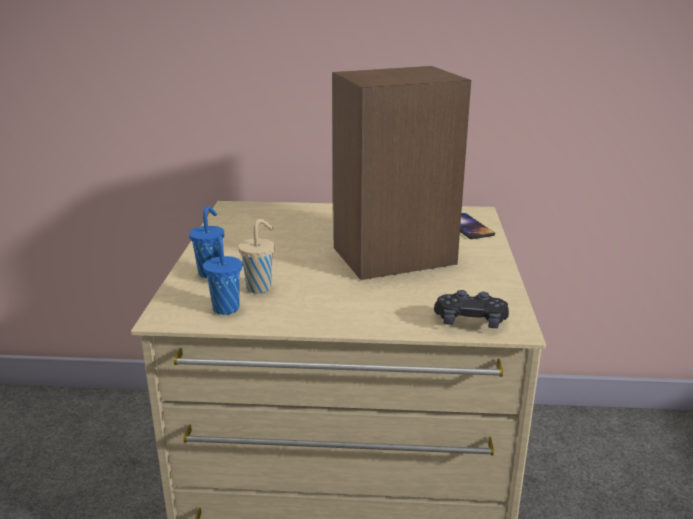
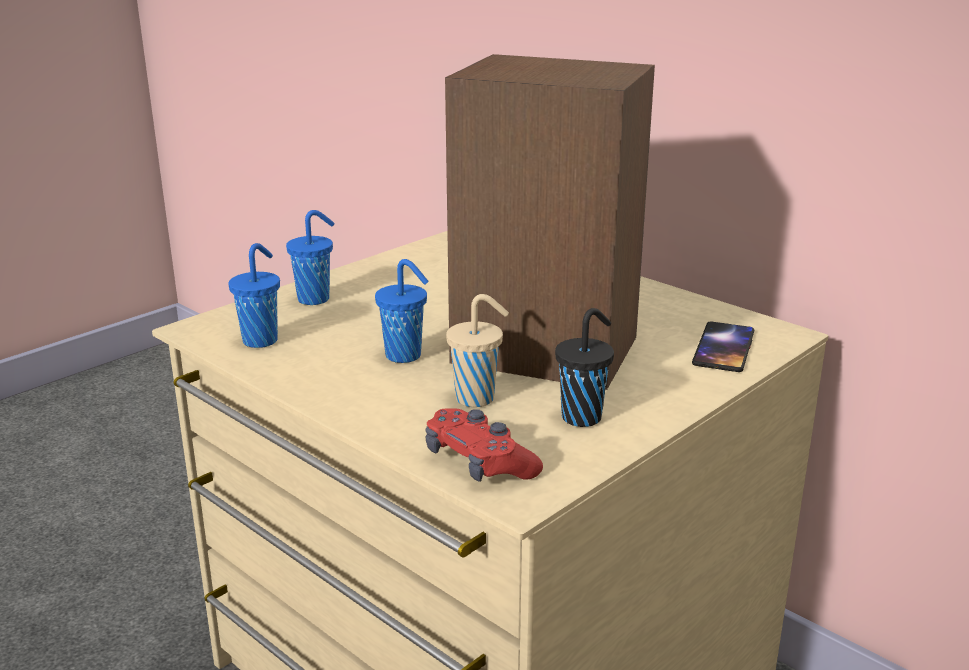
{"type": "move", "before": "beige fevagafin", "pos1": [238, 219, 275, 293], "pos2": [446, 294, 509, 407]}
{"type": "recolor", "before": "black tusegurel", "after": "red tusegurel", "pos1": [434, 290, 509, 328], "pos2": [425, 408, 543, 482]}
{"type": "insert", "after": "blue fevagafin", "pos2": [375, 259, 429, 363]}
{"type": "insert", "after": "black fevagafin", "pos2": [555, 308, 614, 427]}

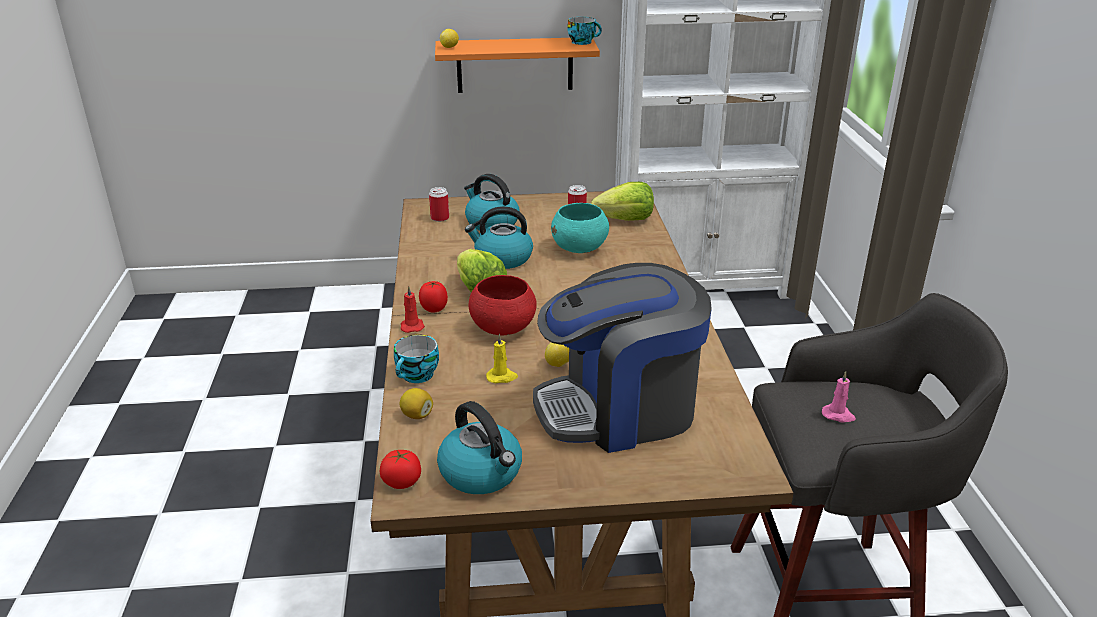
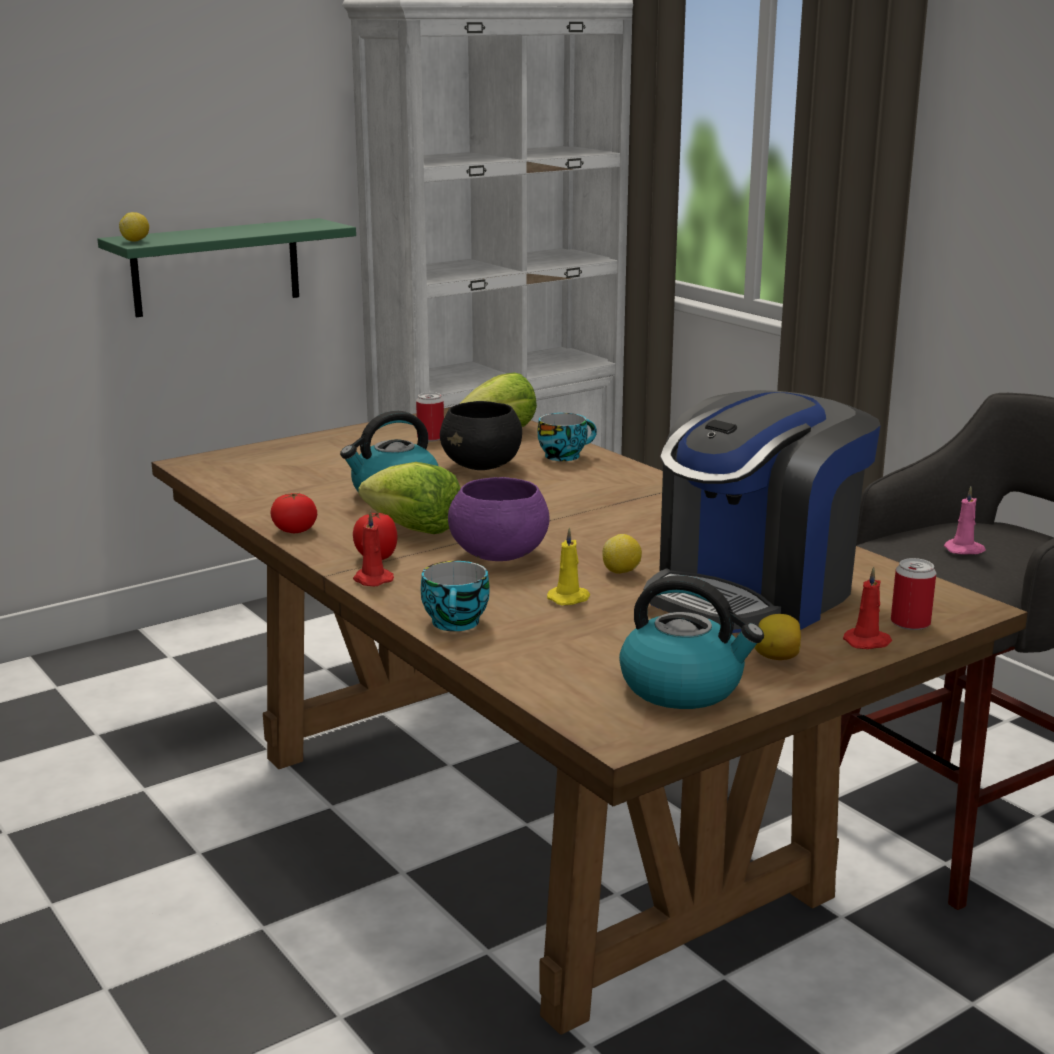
{"type": "move", "before": "fevagafin", "pos1": [567, 17, 602, 45], "pos2": [537, 413, 597, 461]}
{"type": "recolor", "before": "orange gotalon", "after": "green gotalon", "pos1": [435, 38, 600, 93], "pos2": [97, 218, 356, 317]}
{"type": "delete", "before": "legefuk", "pos1": [464, 174, 520, 231]}
{"type": "move", "before": "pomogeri", "pos1": [429, 187, 449, 222], "pos2": [891, 558, 936, 630]}
{"type": "recolor", "before": "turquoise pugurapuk", "after": "black pugurapuk", "pos1": [551, 203, 609, 253], "pos2": [440, 401, 522, 470]}
{"type": "recolor", "before": "red pugurapuk", "after": "purple pugurapuk", "pos1": [468, 275, 537, 335], "pos2": [448, 477, 550, 561]}
{"type": "move", "before": "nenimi", "pos1": [399, 388, 433, 419], "pos2": [754, 614, 801, 660]}
{"type": "move", "before": "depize", "pos1": [379, 450, 421, 489], "pos2": [271, 493, 317, 533]}
{"type": "insert", "after": "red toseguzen", "pos2": [843, 567, 892, 649]}

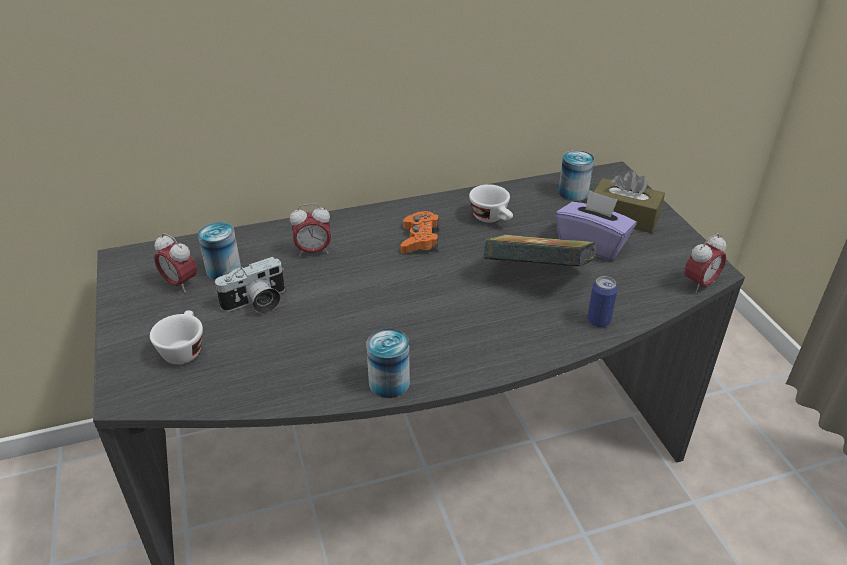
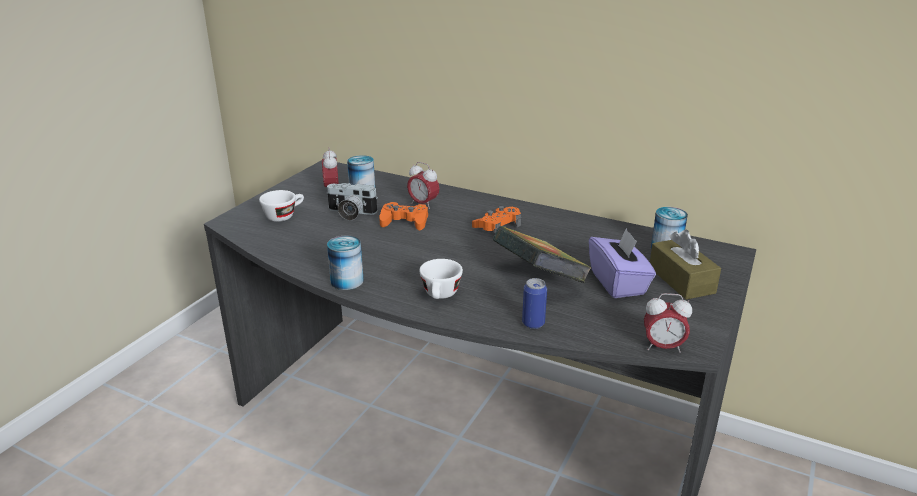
{"type": "move", "before": "white fevagafin", "pos1": [469, 184, 513, 223], "pos2": [419, 259, 463, 299]}
{"type": "insert", "after": "orange tusegurel", "pos2": [379, 202, 428, 230]}

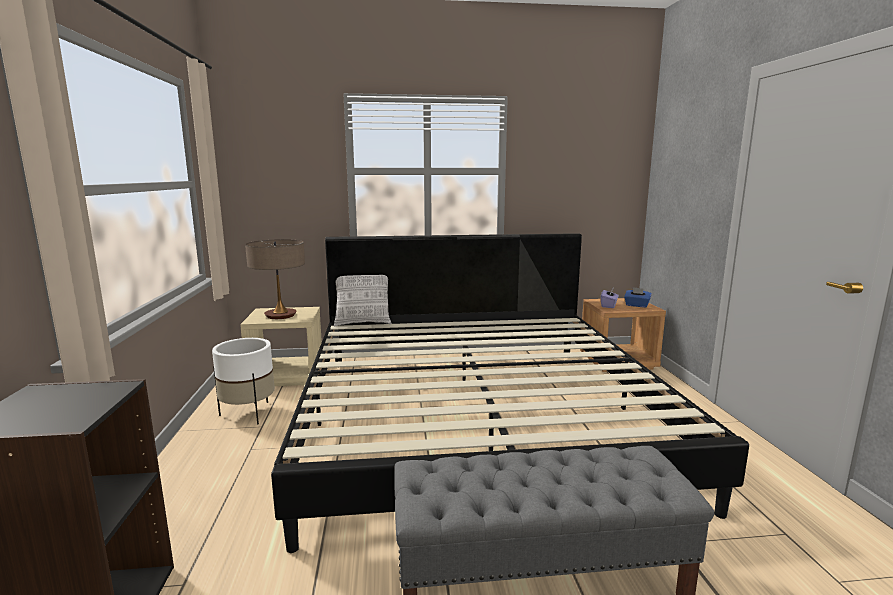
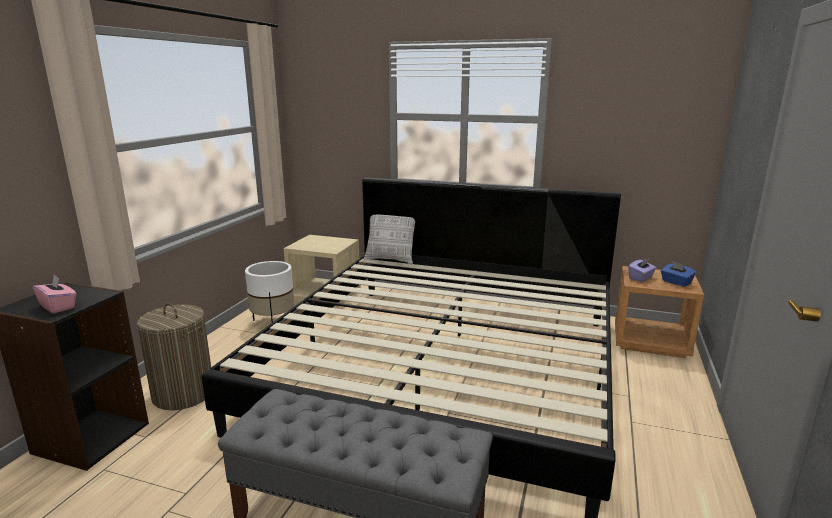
{"type": "delete", "before": "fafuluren", "pos1": [245, 239, 305, 319]}
{"type": "insert", "after": "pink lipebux", "pos2": [33, 275, 76, 314]}
{"type": "insert", "after": "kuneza", "pos2": [137, 303, 211, 410]}

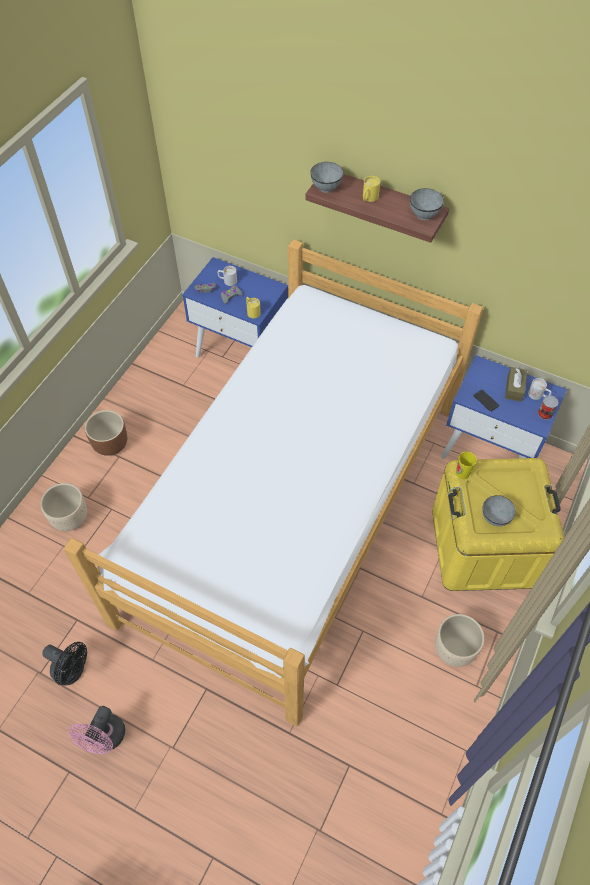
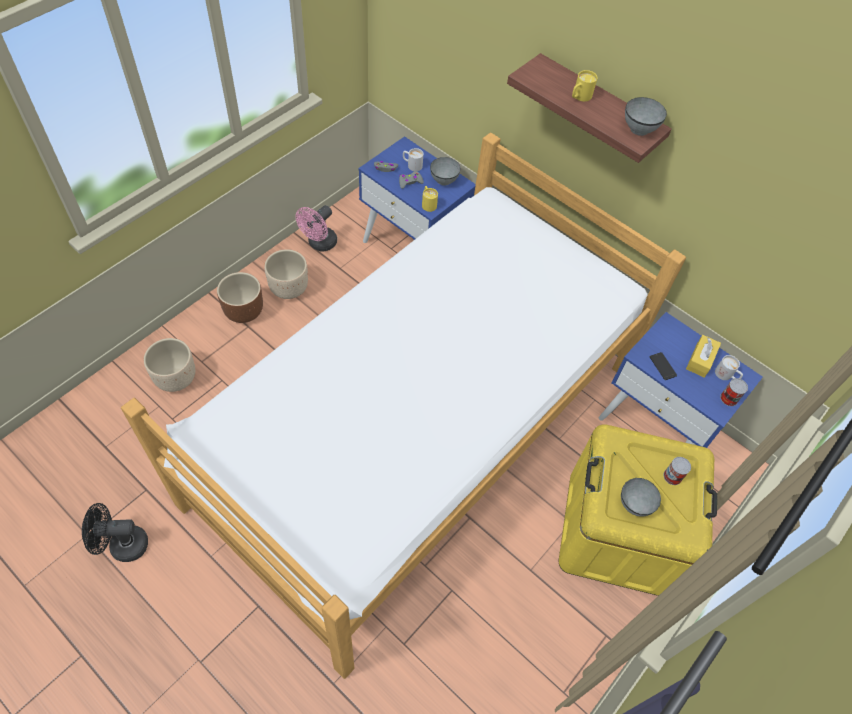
{"type": "move", "before": "grey pugurapuk", "pos1": [310, 162, 343, 193], "pos2": [430, 157, 461, 186]}
{"type": "recolor", "before": "brown lipebux", "after": "yellow lipebux", "pos1": [505, 367, 527, 402], "pos2": [686, 335, 721, 378]}
{"type": "delete", "before": "fevagafin", "pos1": [456, 452, 477, 479]}
{"type": "move", "before": "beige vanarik", "pos1": [435, 614, 484, 667], "pos2": [264, 249, 308, 299]}
{"type": "rotate", "before": "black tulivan", "pos1": [42, 642, 87, 686], "pos2": [82, 503, 148, 562], "turn": 135}
{"type": "move", "before": "pink tulivan", "pos1": [69, 706, 125, 754], "pos2": [296, 205, 337, 251]}
{"type": "insert", "after": "pomogeri", "pos2": [664, 457, 691, 485]}

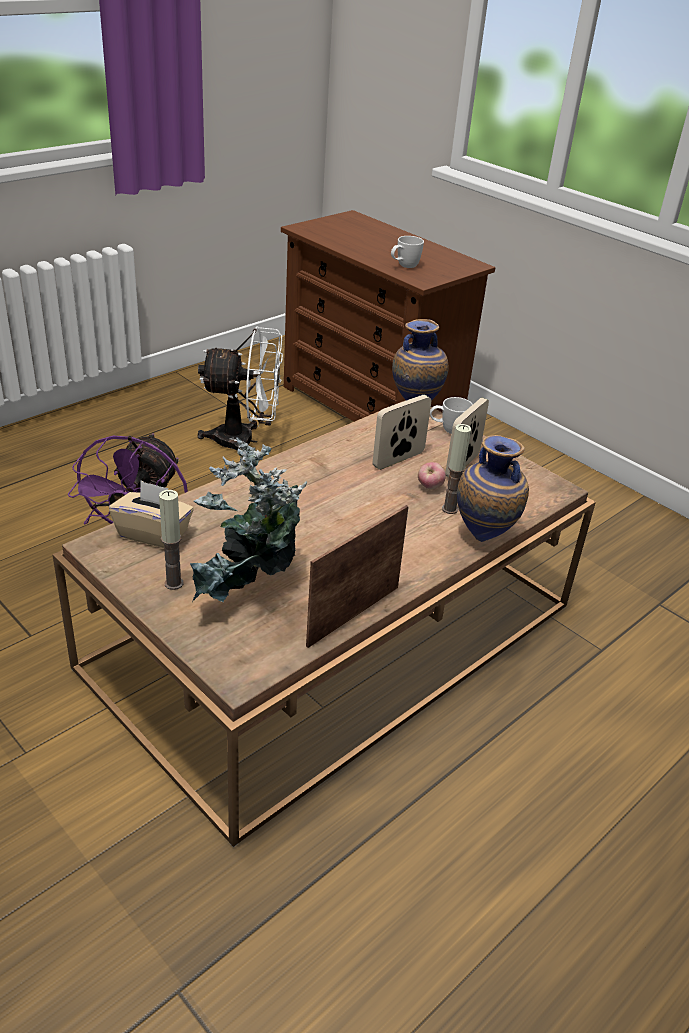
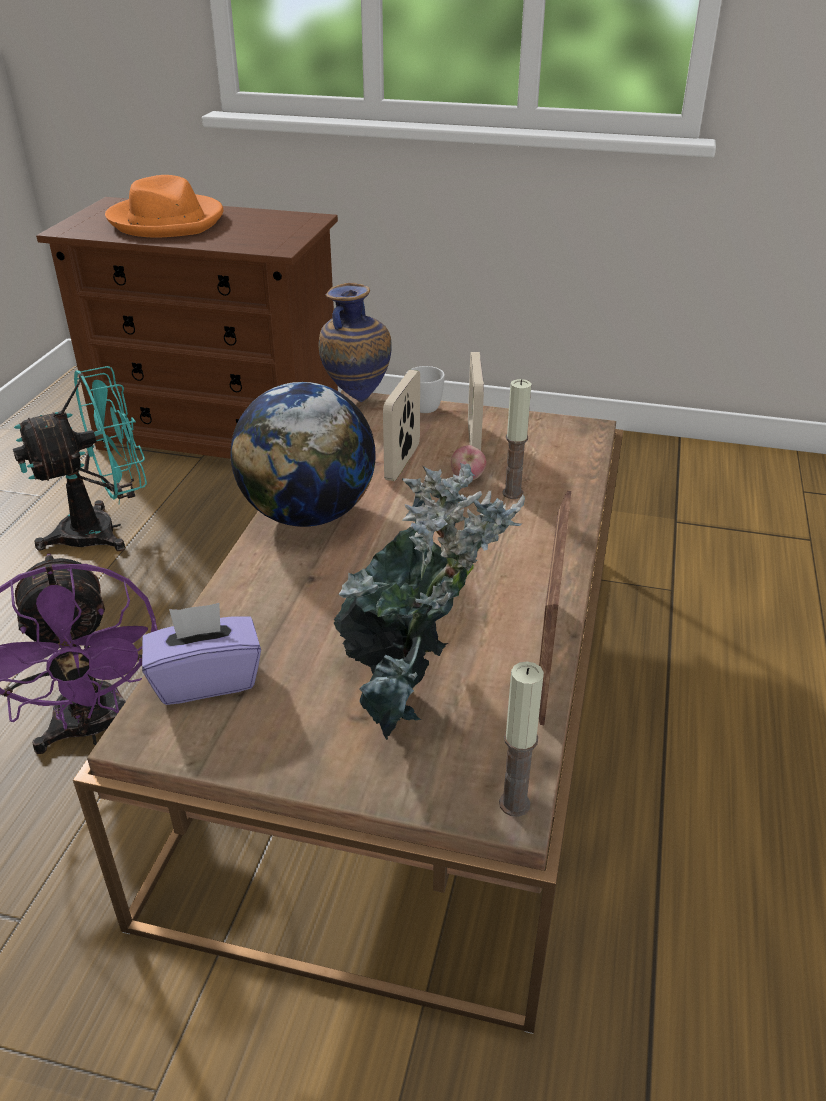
{"type": "delete", "before": "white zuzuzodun", "pos1": [391, 236, 424, 268]}
{"type": "recolor", "before": "white tulivan", "after": "turquoise tulivan", "pos1": [198, 326, 283, 450], "pos2": [13, 366, 147, 551]}
{"type": "delete", "before": "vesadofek", "pos1": [457, 435, 529, 542]}
{"type": "recolor", "before": "beige lipebux", "after": "purple lipebux", "pos1": [109, 481, 194, 548], "pos2": [142, 603, 261, 705]}
{"type": "move", "before": "toseguzen", "pos1": [159, 490, 184, 590], "pos2": [499, 662, 544, 817]}
{"type": "insert", "after": "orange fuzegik", "pos2": [105, 175, 223, 237]}
{"type": "insert", "after": "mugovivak", "pos2": [230, 382, 375, 527]}

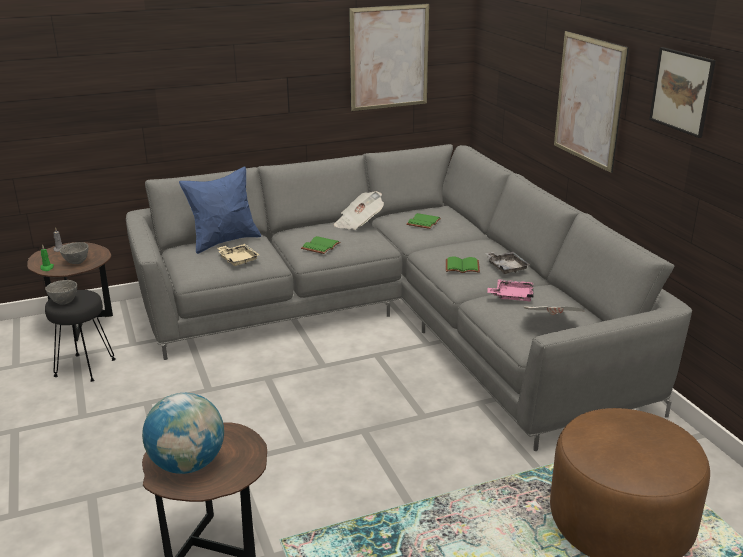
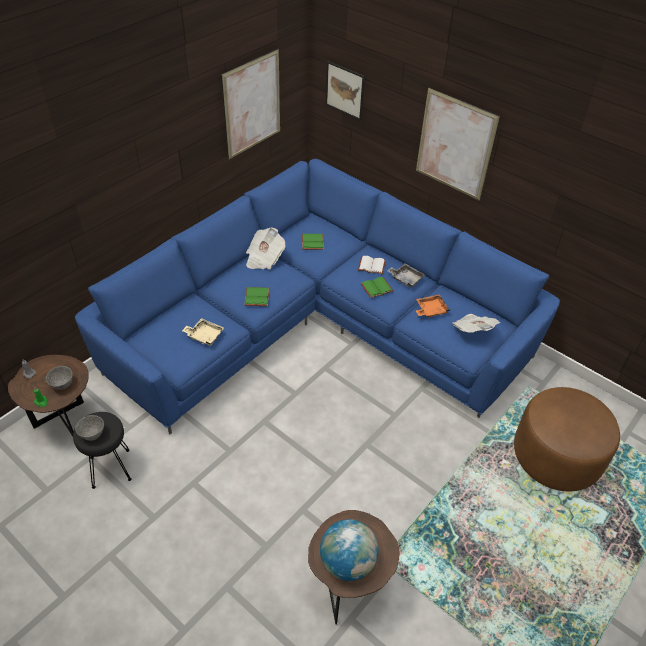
{"type": "move", "before": "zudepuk", "pos1": [649, 47, 716, 138], "pos2": [325, 61, 365, 120]}
{"type": "recolor", "before": "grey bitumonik", "after": "blue bitumonik", "pos1": [126, 144, 692, 451], "pos2": [75, 159, 560, 434]}
{"type": "delete", "before": "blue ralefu", "pos1": [179, 166, 261, 254]}
{"type": "recolor", "before": "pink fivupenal", "after": "orange fivupenal", "pos1": [487, 279, 534, 301], "pos2": [416, 294, 451, 317]}
{"type": "insert", "after": "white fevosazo", "pos2": [358, 256, 386, 274]}

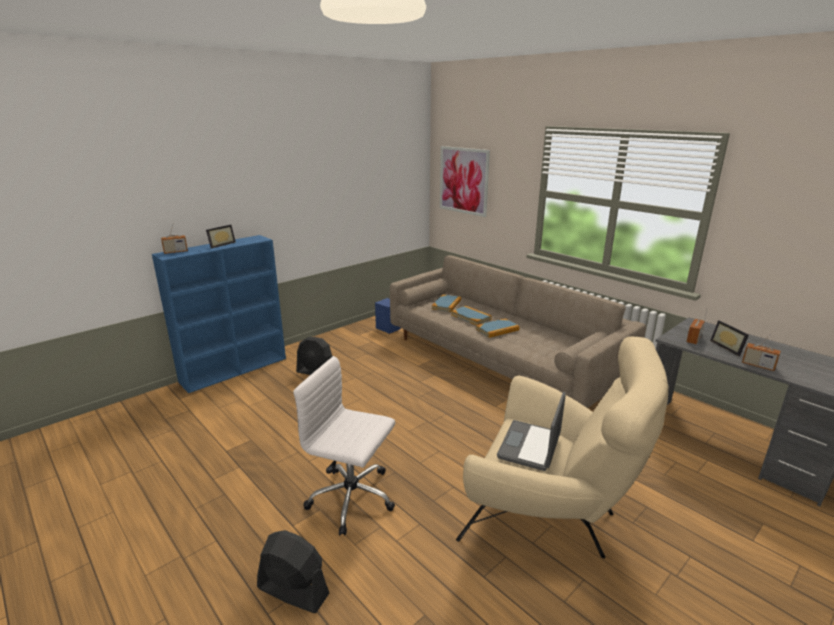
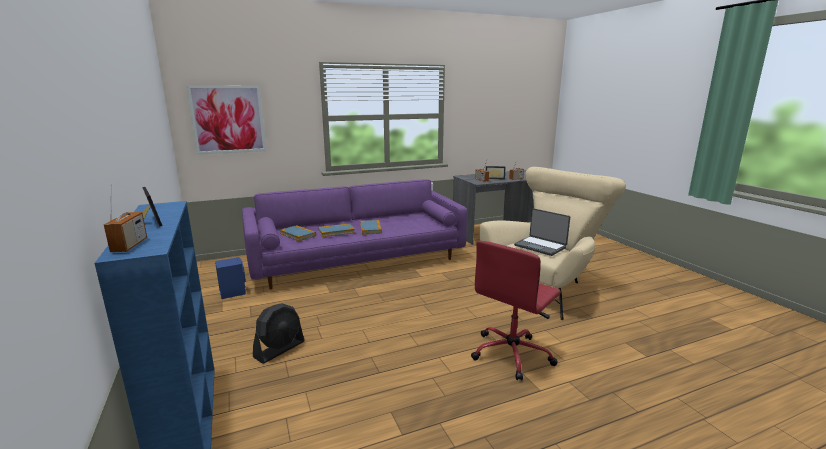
{"type": "recolor", "before": "beige bitumonik", "after": "purple bitumonik", "pos1": [390, 255, 646, 408], "pos2": [242, 179, 467, 290]}
{"type": "recolor", "before": "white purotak", "after": "red purotak", "pos1": [293, 356, 395, 535], "pos2": [471, 241, 561, 380]}
{"type": "delete", "before": "black tulivan", "pos1": [257, 530, 329, 613]}

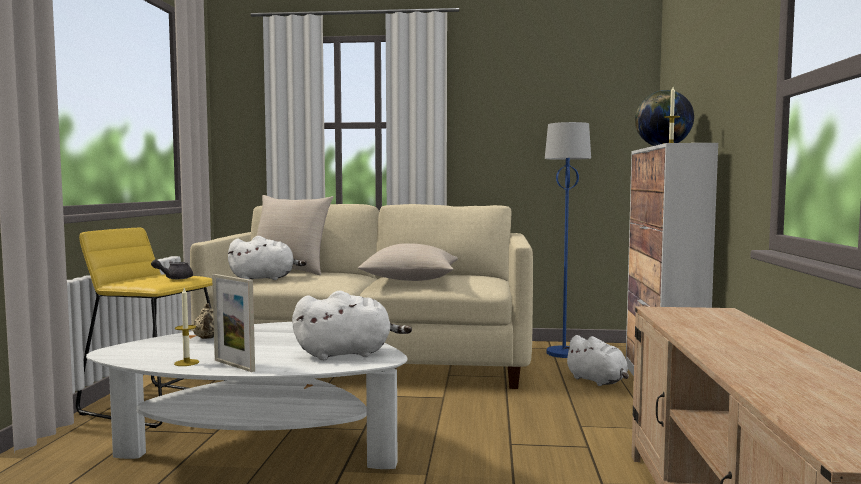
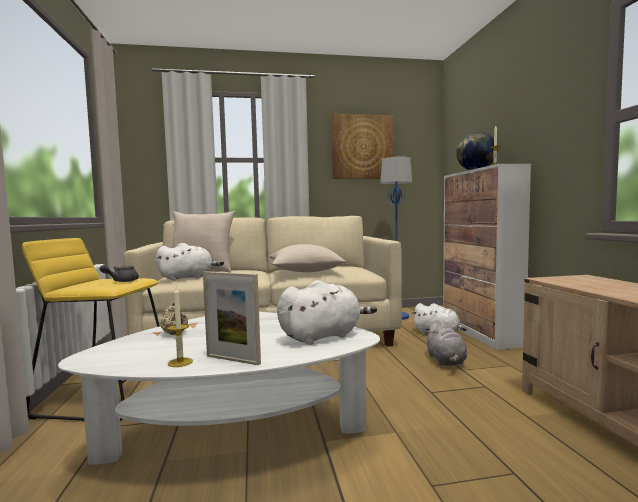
{"type": "insert", "after": "zudepuk", "pos2": [332, 114, 394, 179]}
{"type": "insert", "after": "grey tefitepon", "pos2": [425, 320, 467, 366]}

